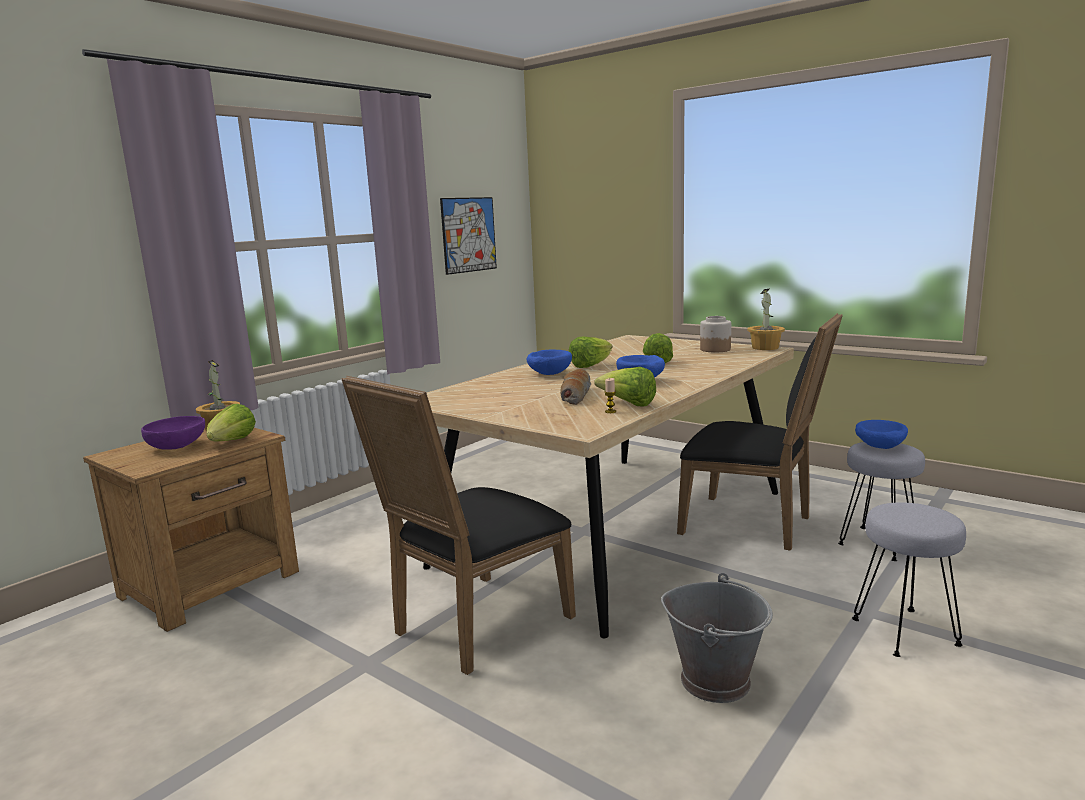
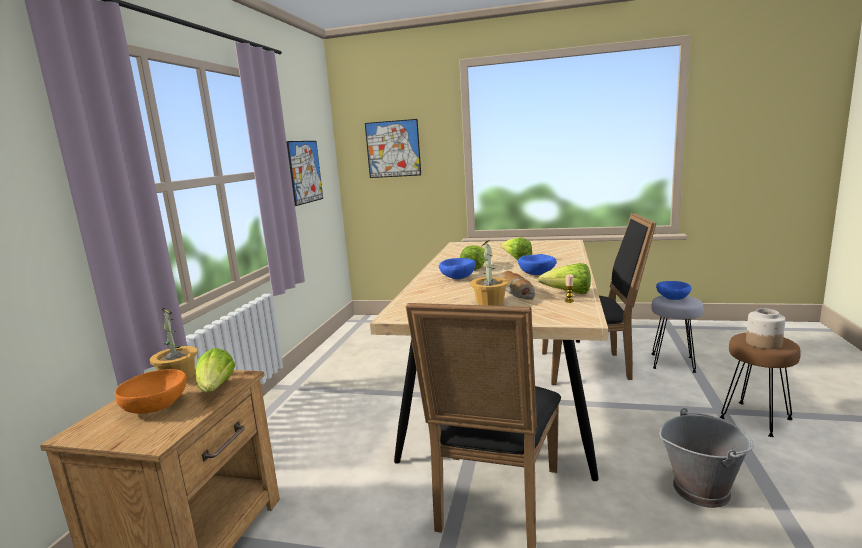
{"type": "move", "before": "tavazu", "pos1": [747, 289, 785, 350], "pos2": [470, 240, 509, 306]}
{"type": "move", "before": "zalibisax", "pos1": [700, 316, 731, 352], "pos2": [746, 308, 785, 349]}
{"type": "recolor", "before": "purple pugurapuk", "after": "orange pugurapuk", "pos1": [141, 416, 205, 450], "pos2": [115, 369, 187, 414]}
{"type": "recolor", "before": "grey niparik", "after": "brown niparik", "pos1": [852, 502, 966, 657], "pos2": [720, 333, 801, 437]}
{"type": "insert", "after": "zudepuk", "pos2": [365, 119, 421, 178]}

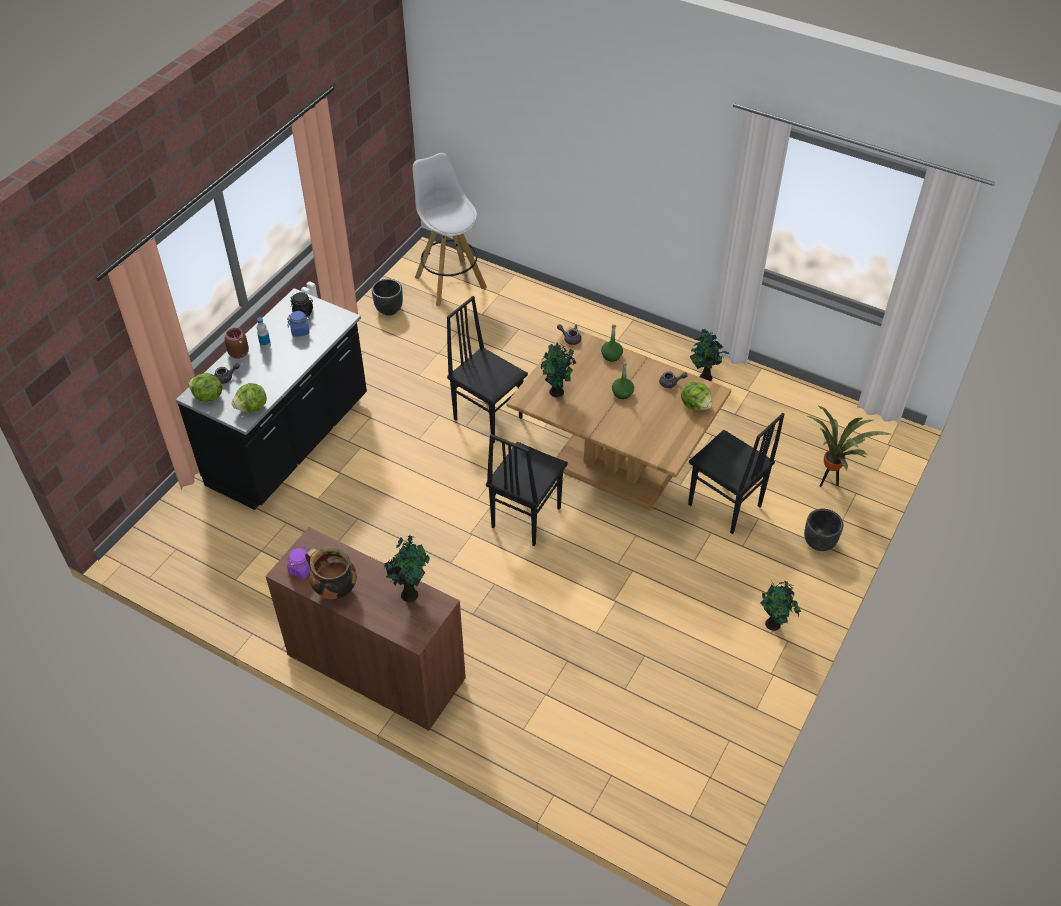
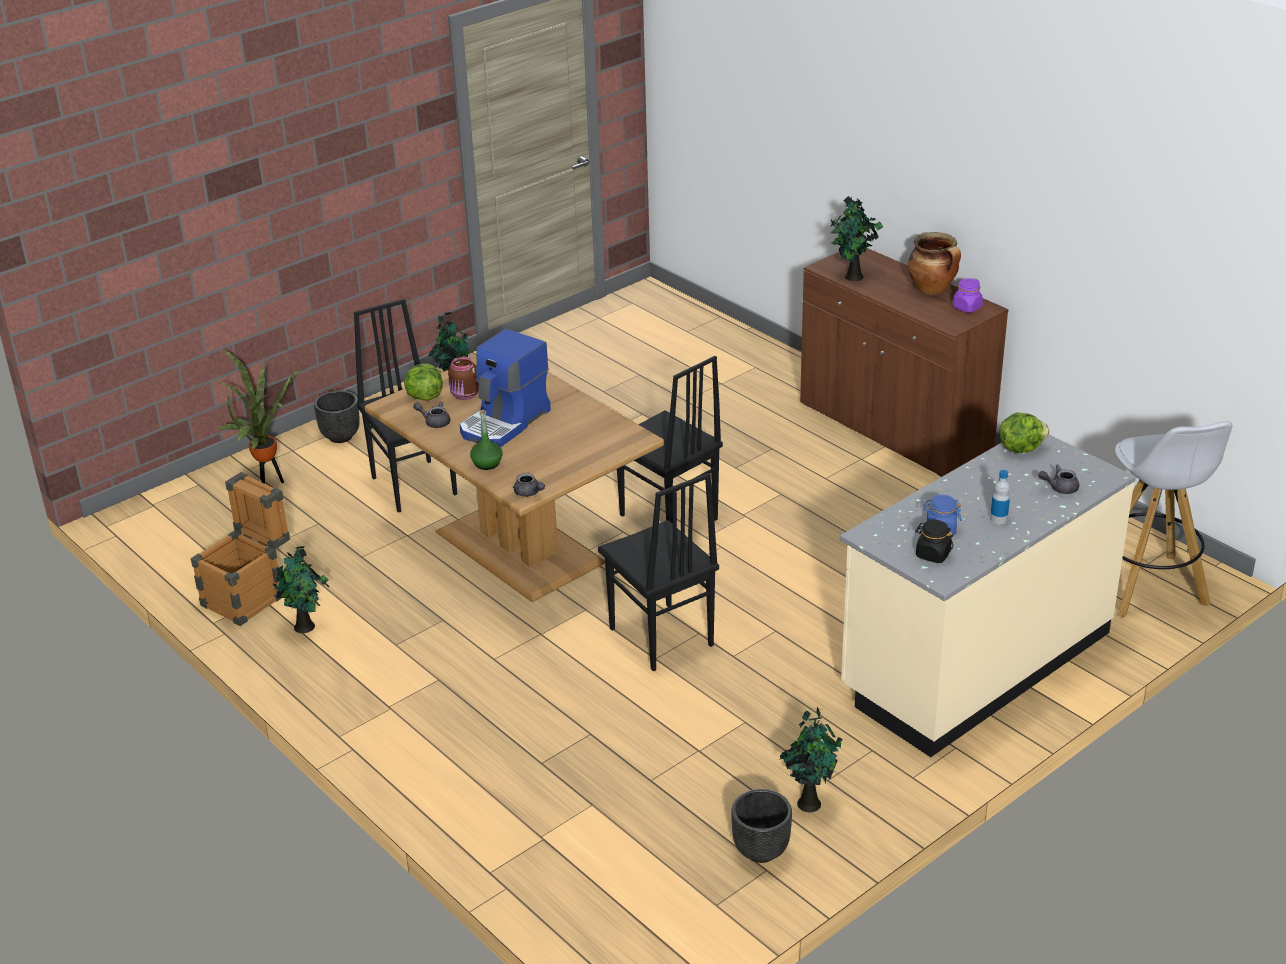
{"type": "move", "before": "white niparik", "pos1": [413, 153, 487, 306], "pos2": [1115, 421, 1232, 617]}
{"type": "recolor", "before": "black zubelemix", "after": "beige zubelemix", "pos1": [176, 288, 367, 510], "pos2": [840, 434, 1136, 757]}
{"type": "move", "before": "brown zalibisax", "pos1": [224, 328, 249, 359], "pos2": [448, 356, 479, 400]}
{"type": "move", "before": "tavazu", "pos1": [540, 343, 576, 397], "pos2": [779, 706, 843, 812]}
{"type": "replace", "before": "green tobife", "after": "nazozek", "pos1": [612, 362, 634, 399], "pos2": [460, 329, 551, 447]}
{"type": "delete", "before": "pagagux", "pos1": [188, 373, 222, 402]}
{"type": "rotate", "before": "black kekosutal", "pos1": [486, 434, 568, 546], "pos2": [617, 356, 723, 524], "turn": 90}
{"type": "insert", "after": "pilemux", "pos2": [191, 472, 290, 626]}

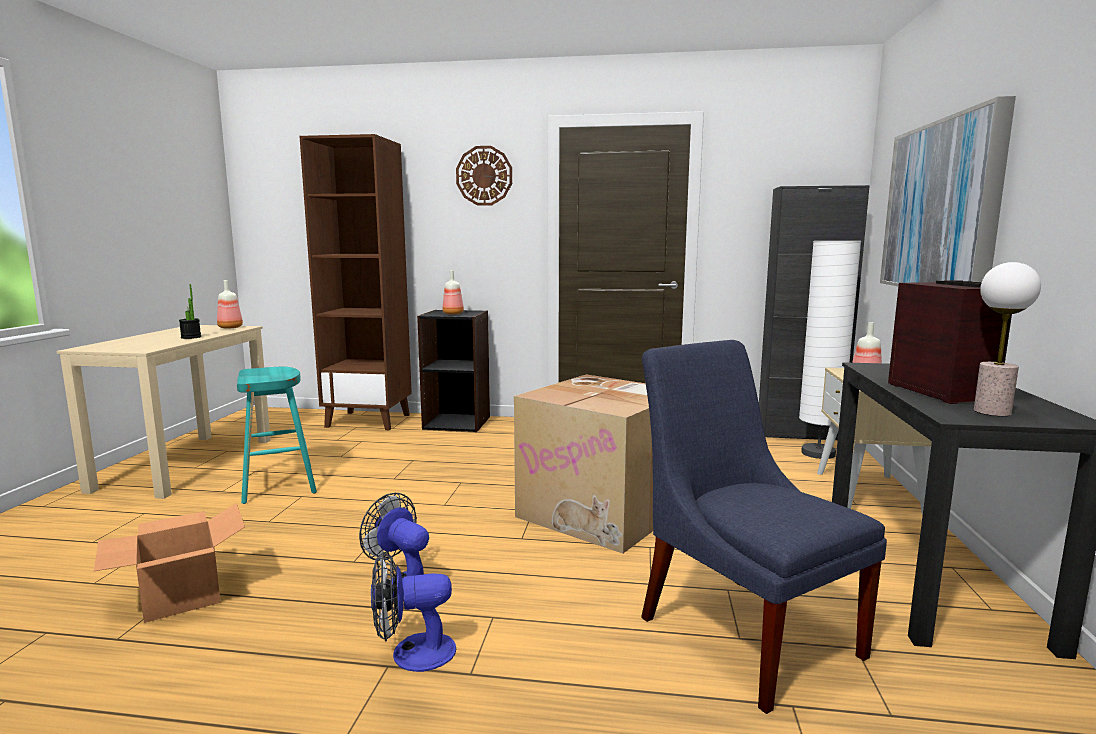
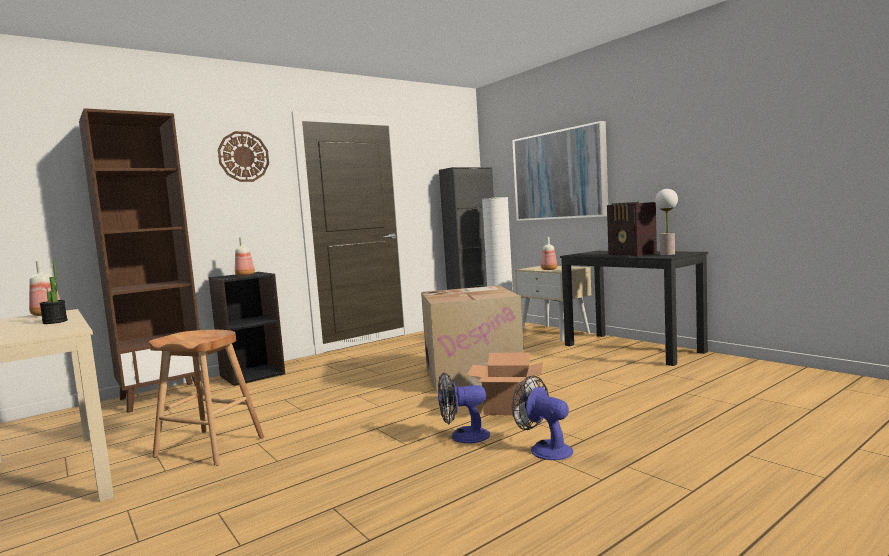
{"type": "rotate", "before": "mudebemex", "pos1": [888, 280, 1012, 404], "pos2": [607, 202, 657, 256], "turn": -150}
{"type": "delete", "before": "blue kekosutal", "pos1": [641, 340, 887, 714]}
{"type": "recolor", "before": "turquoise niparik", "after": "brown niparik", "pos1": [237, 367, 317, 504], "pos2": [149, 330, 264, 466]}
{"type": "move", "before": "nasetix", "pos1": [94, 503, 245, 623], "pos2": [467, 352, 543, 415]}
{"type": "rotate", "before": "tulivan", "pos1": [371, 552, 456, 672], "pos2": [512, 376, 573, 460], "turn": 105}

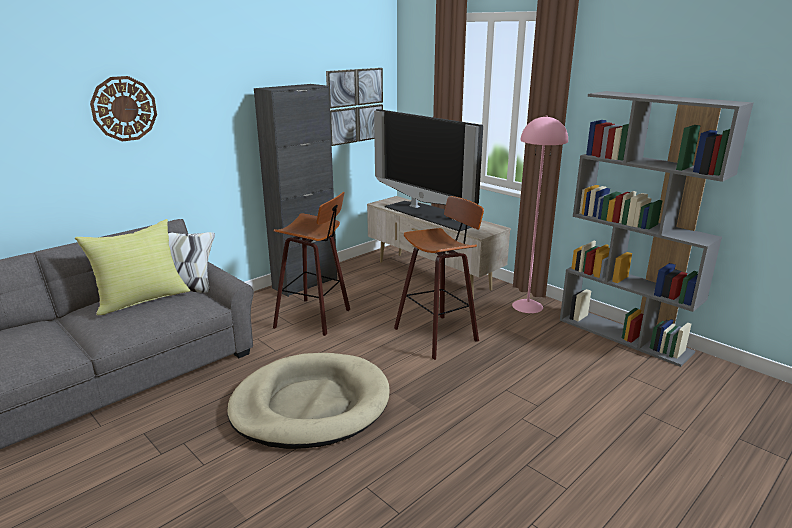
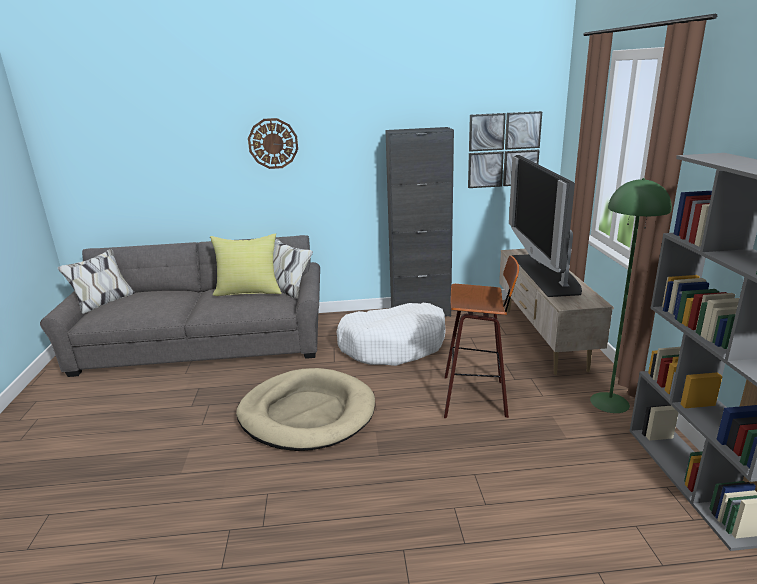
{"type": "recolor", "before": "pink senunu", "after": "green senunu", "pos1": [512, 115, 568, 313], "pos2": [590, 178, 672, 413]}
{"type": "replace", "before": "niparik", "after": "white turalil", "pos1": [273, 192, 350, 336], "pos2": [336, 303, 445, 366]}

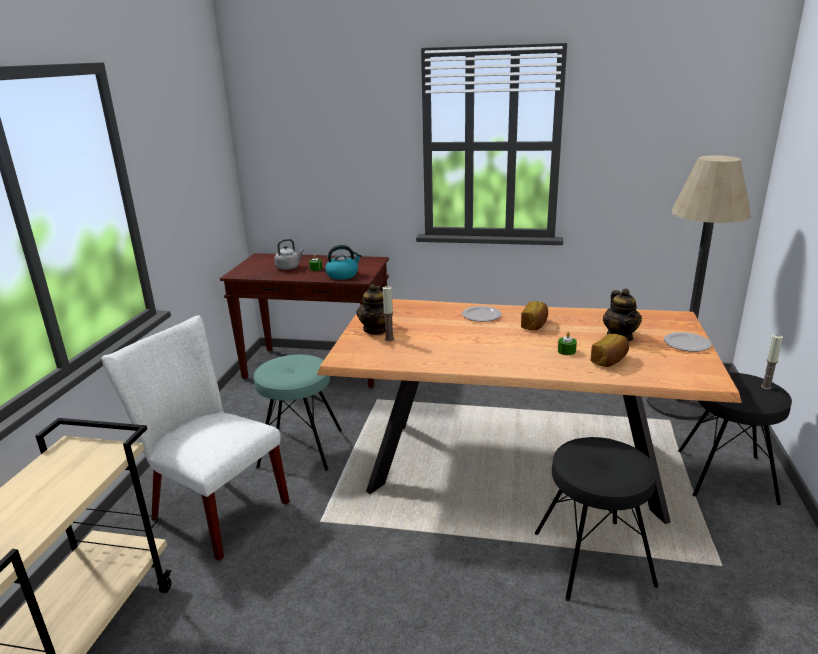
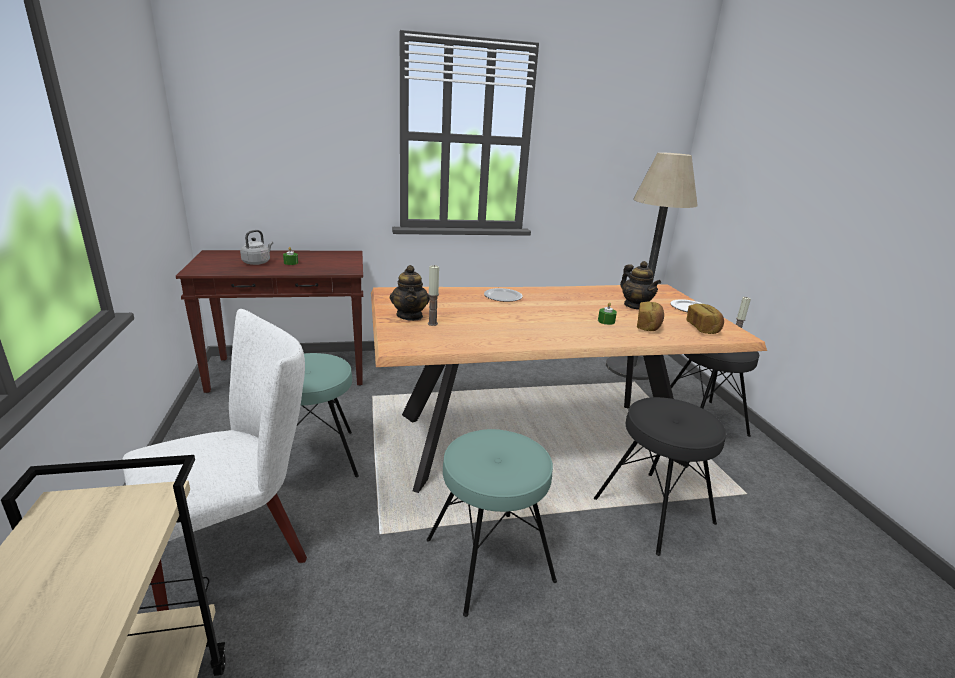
{"type": "delete", "before": "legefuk", "pos1": [325, 245, 362, 280]}
{"type": "move", "before": "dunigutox", "pos1": [521, 301, 548, 330], "pos2": [687, 304, 724, 334]}
{"type": "rotate", "before": "white kekosutal", "pos1": [102, 315, 290, 561], "pos2": [122, 309, 307, 611], "turn": 135}
{"type": "insert", "after": "turquoise niparik", "pos2": [426, 429, 557, 617]}

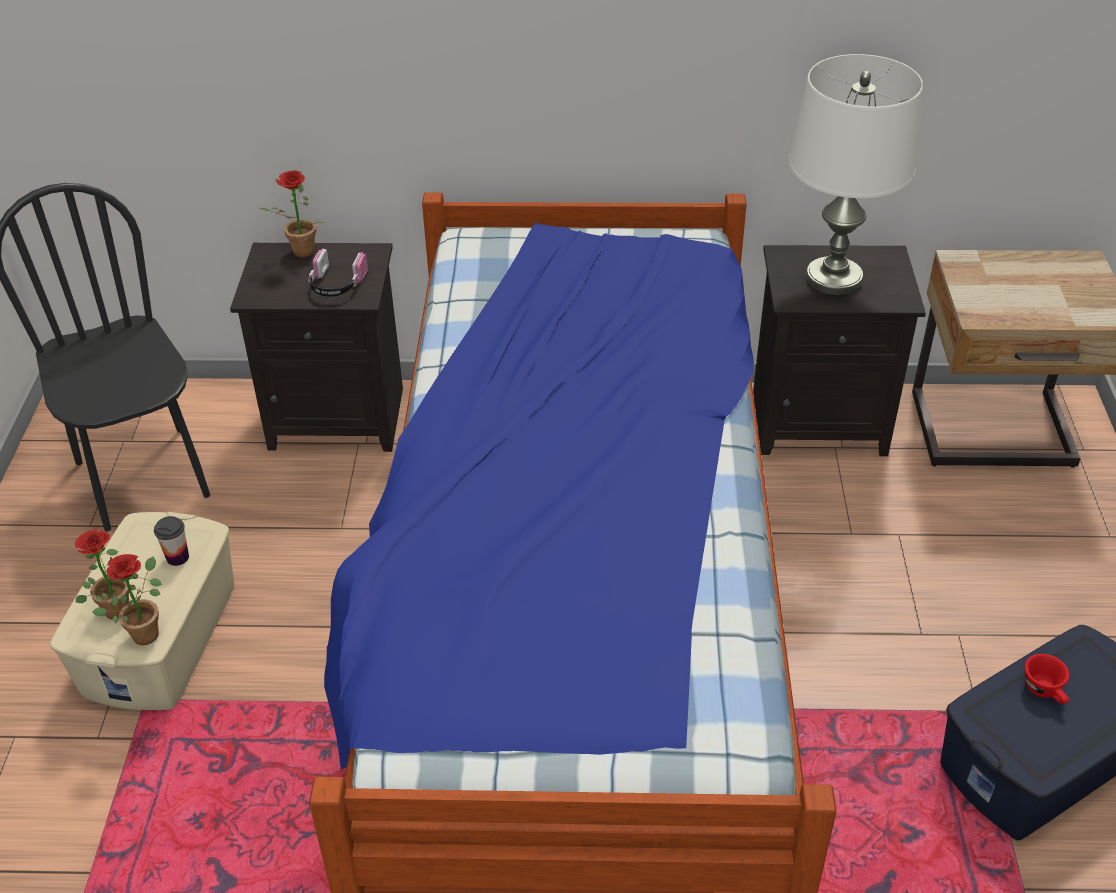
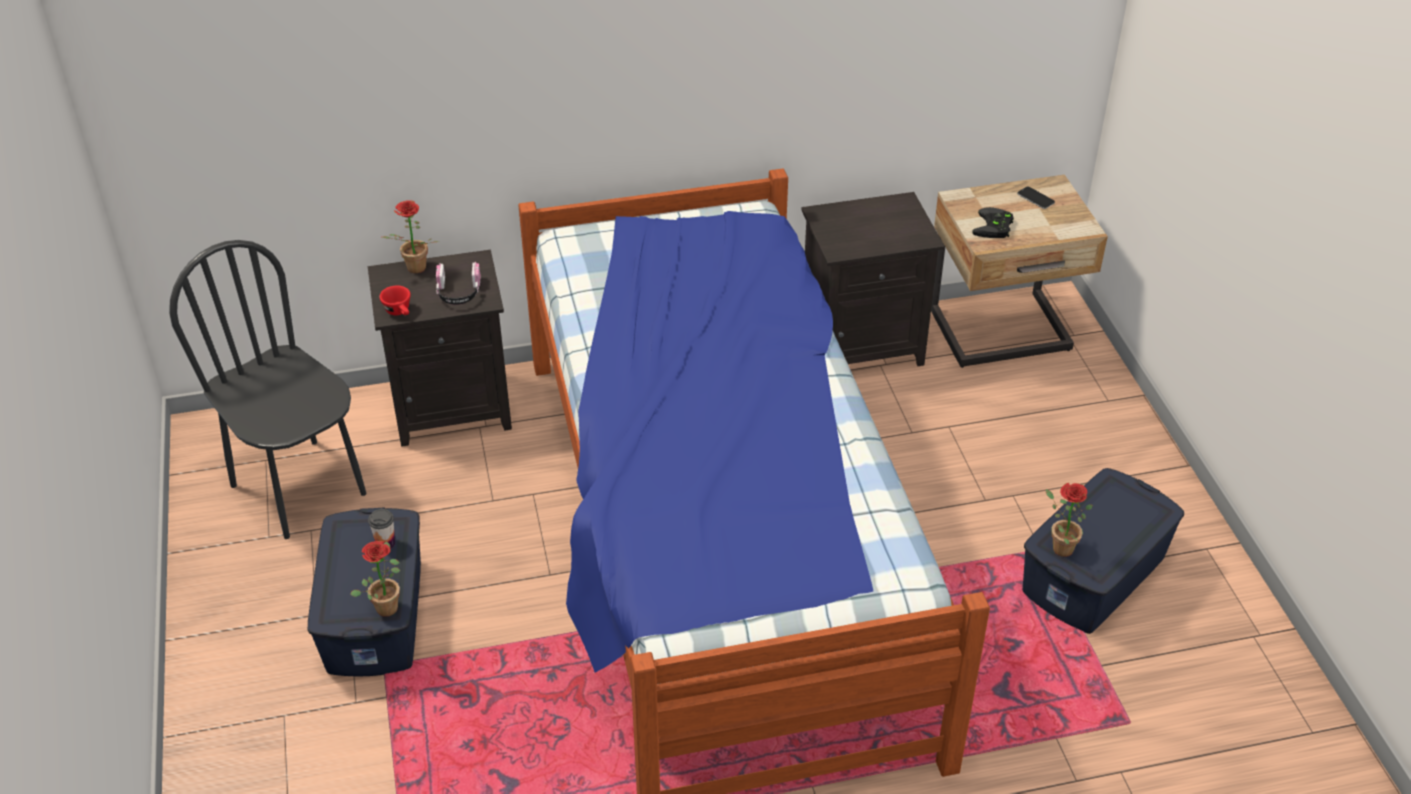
{"type": "delete", "before": "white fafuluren", "pos1": [789, 54, 923, 295]}
{"type": "recolor", "before": "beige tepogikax", "after": "blue tepogikax", "pos1": [50, 512, 234, 711], "pos2": [308, 508, 421, 676]}
{"type": "move", "before": "tavazu", "pos1": [75, 529, 129, 620], "pos2": [1046, 483, 1093, 557]}
{"type": "move", "before": "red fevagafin", "pos1": [1025, 654, 1069, 704], "pos2": [379, 286, 411, 315]}
{"type": "insert", "after": "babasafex", "pos2": [1017, 187, 1055, 209]}
{"type": "insert", "after": "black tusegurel", "pos2": [972, 207, 1014, 238]}

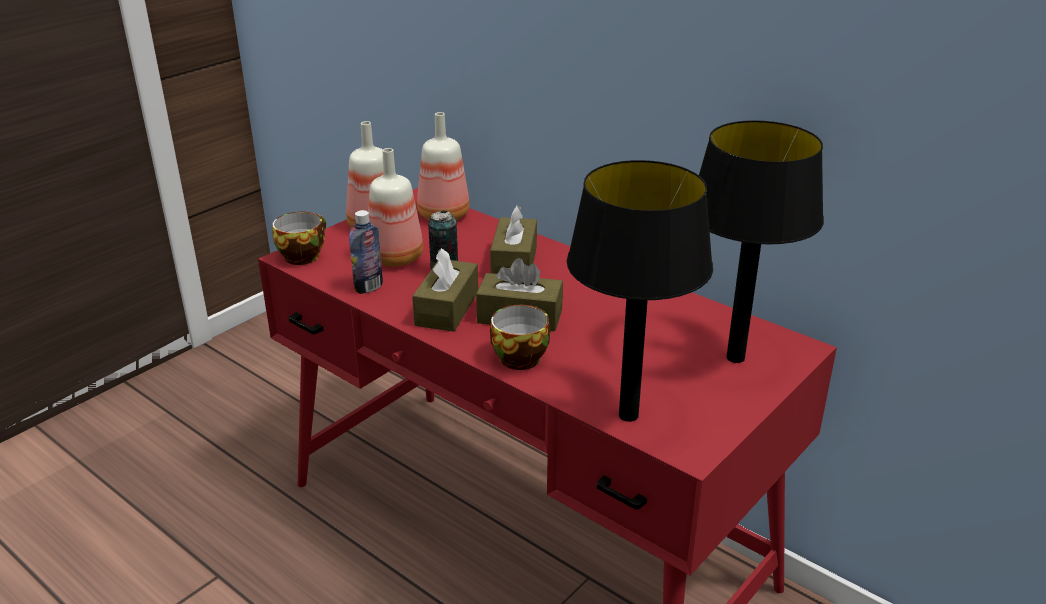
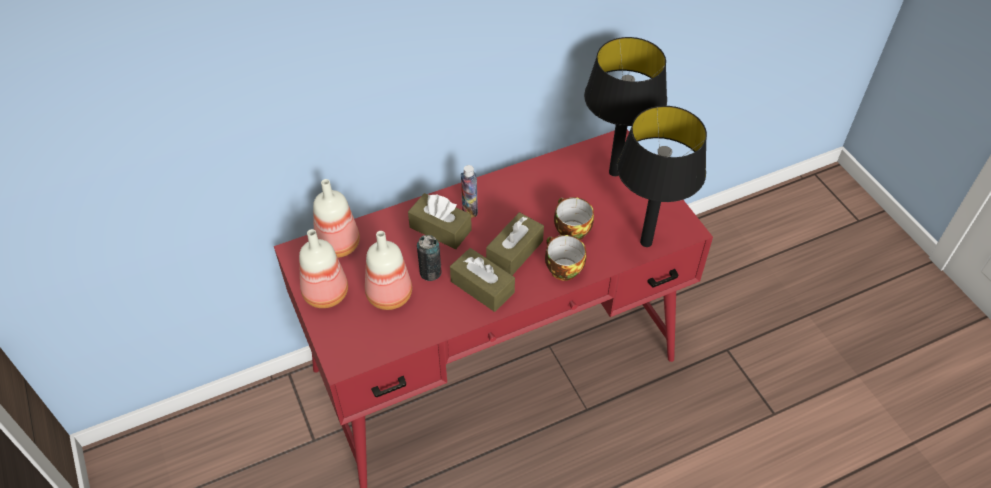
{"type": "move", "before": "tobife", "pos1": [349, 210, 383, 294], "pos2": [461, 165, 478, 218]}
{"type": "move", "before": "fevagafin", "pos1": [272, 212, 326, 265], "pos2": [554, 197, 594, 240]}

